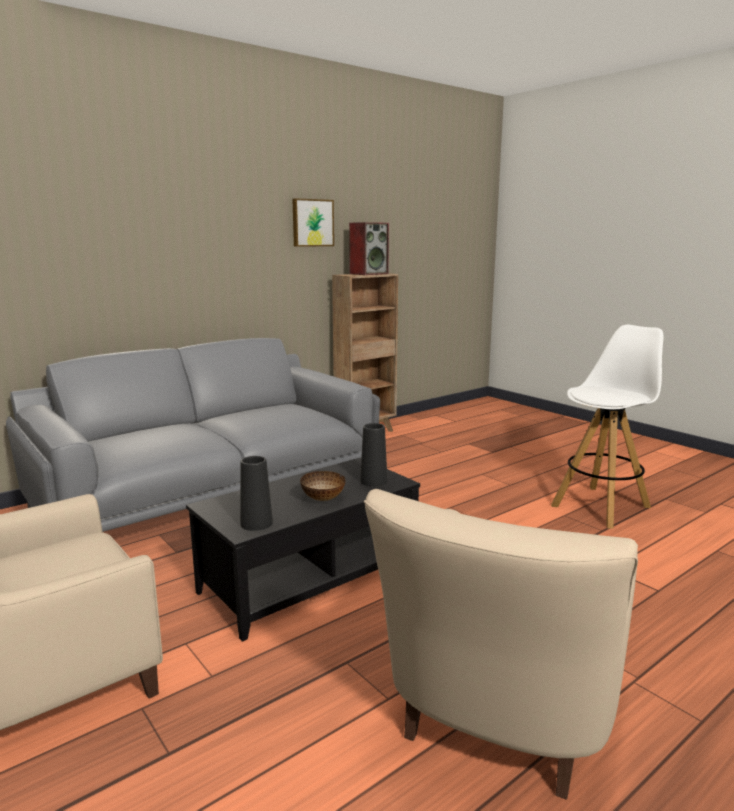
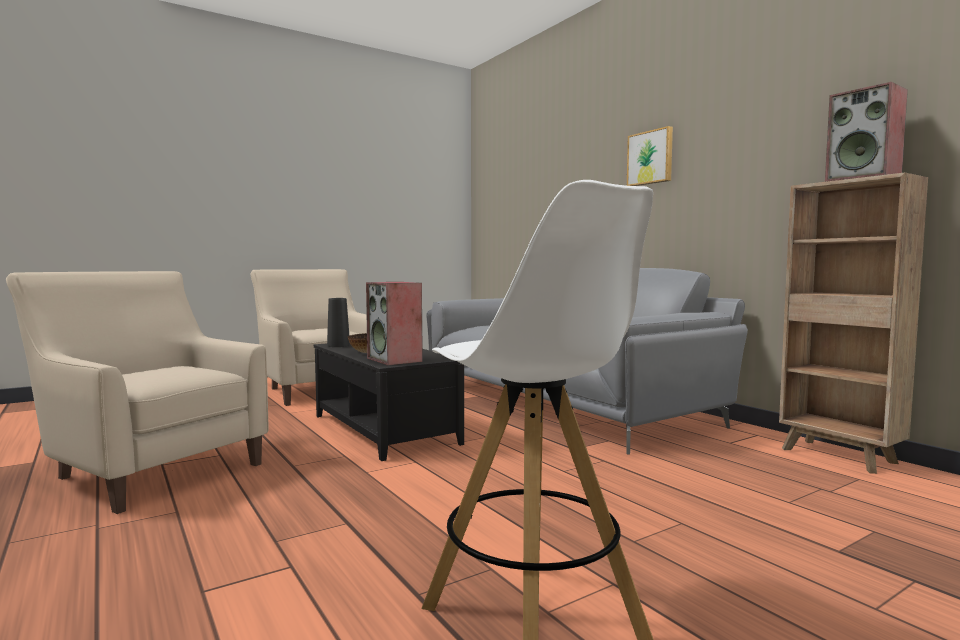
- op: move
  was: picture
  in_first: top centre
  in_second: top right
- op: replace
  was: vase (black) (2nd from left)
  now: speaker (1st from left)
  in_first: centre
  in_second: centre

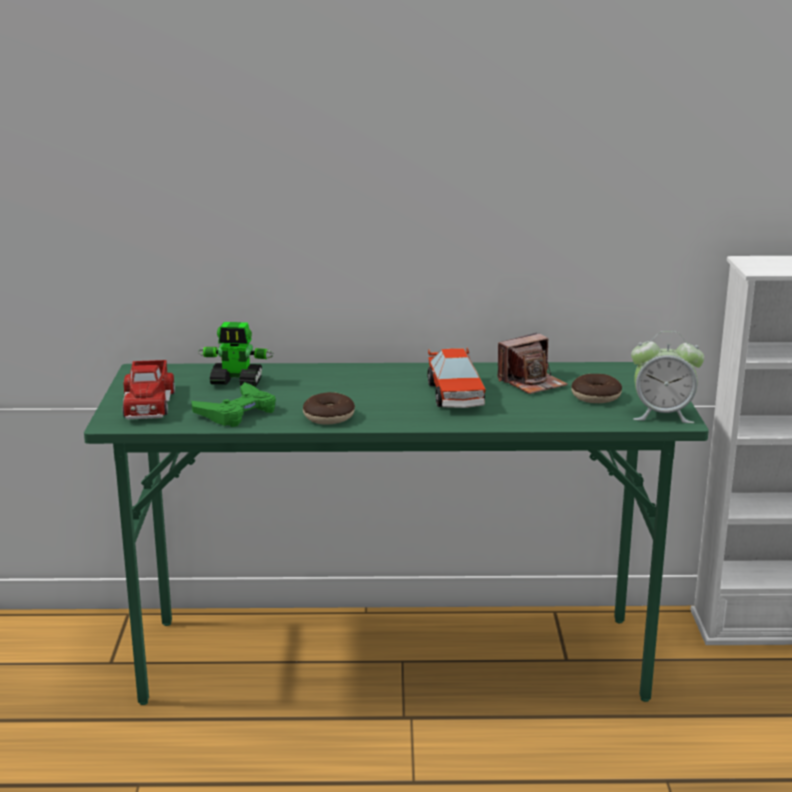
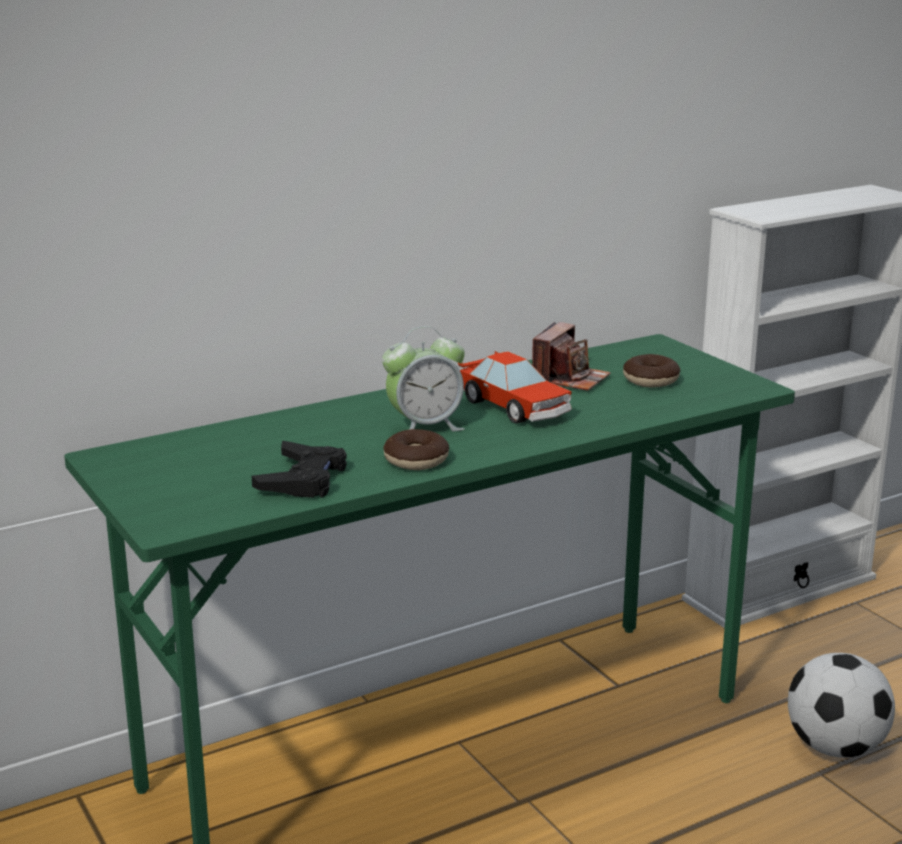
- op: delete
  was: toy truck
  in_first: middle left
- op: delete
  was: toy robot
  in_first: middle left
- op: insert
  now: football
  in_second: bottom right
- op: move
  was: alarm clock
  in_first: middle right
  in_second: centre
- op: recolor
  was: game controller (green)
  now: game controller (black)
  in_first: middle left
  in_second: middle left

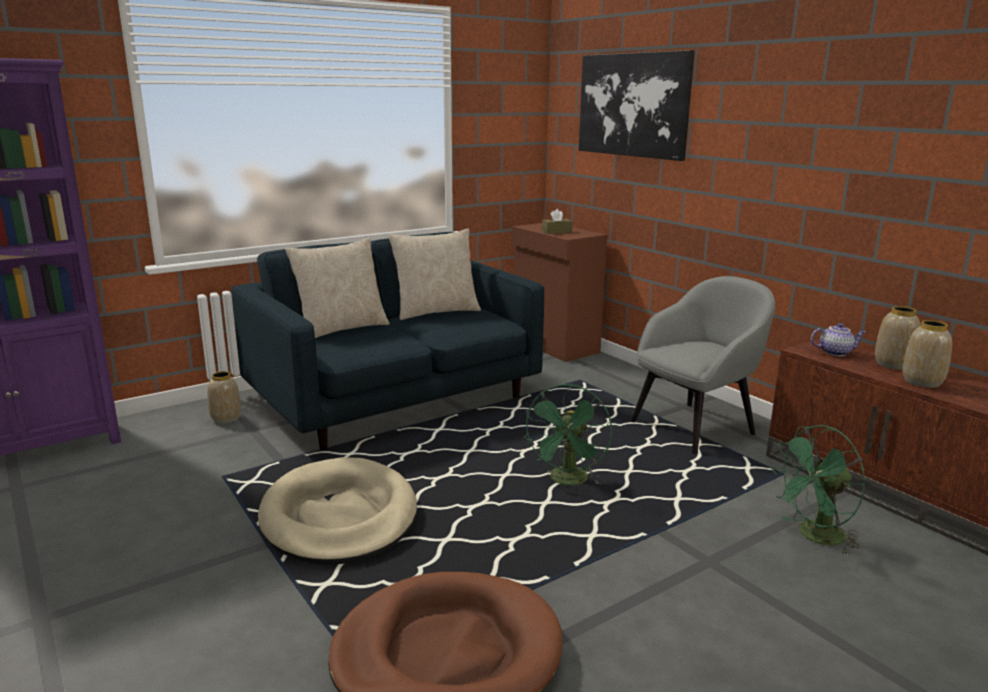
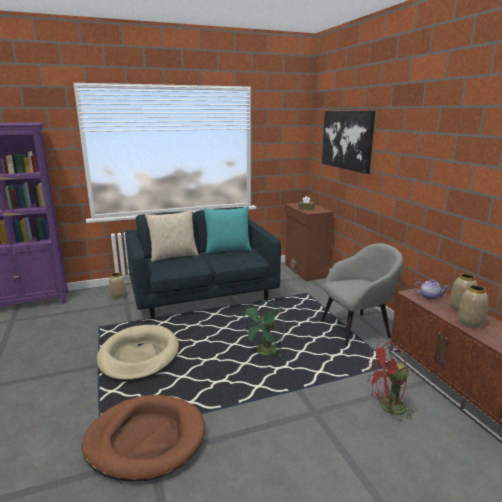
- op: recolor
  was: pillow (beige) (2nd from left)
  now: pillow (turquoise)
  in_first: centre
  in_second: centre
- op: recolor
  was: fan (green) (2nd from left)
  now: fan (red)
  in_first: bottom right
  in_second: bottom right

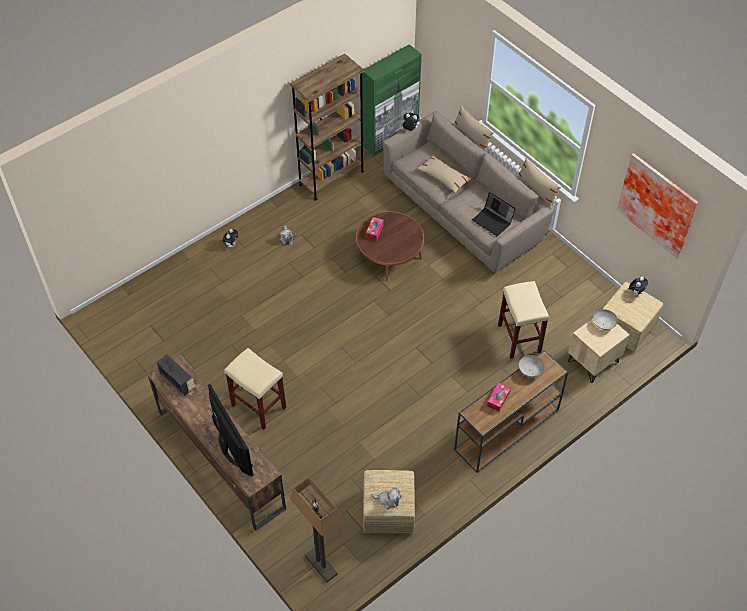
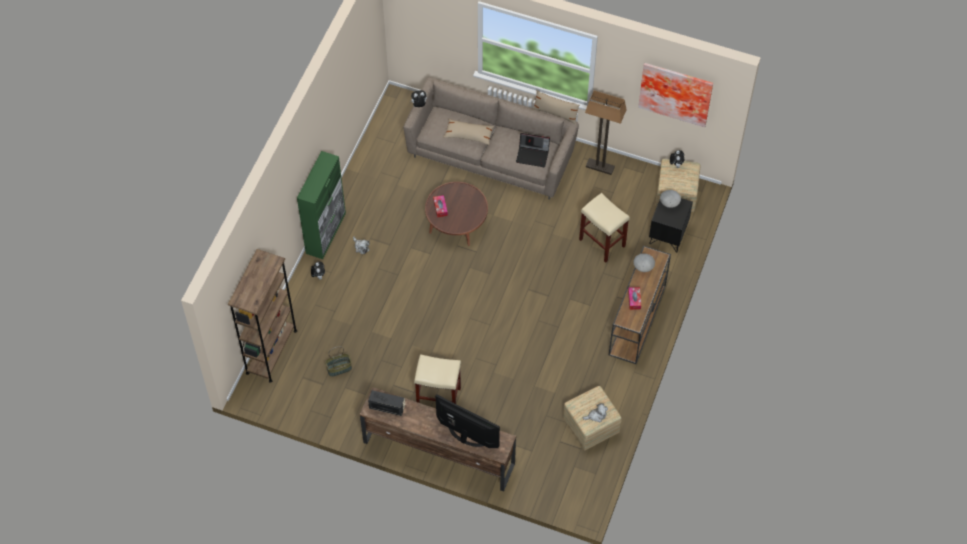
- op: delete
  was: pillow (beige) (2nd from left)
  in_first: top centre
- op: insert
  now: basket
  in_second: centre
- op: move
  was: bookcase (brown)
  in_first: top centre
  in_second: middle left
- op: move
  was: floor lamp
  in_first: bottom centre
  in_second: top centre
- op: move
  was: cabinet (green)
  in_first: top centre
  in_second: middle left
- op: recolor
  was: nightstand (beige)
  now: nightstand (black)
  in_first: middle right
  in_second: middle right

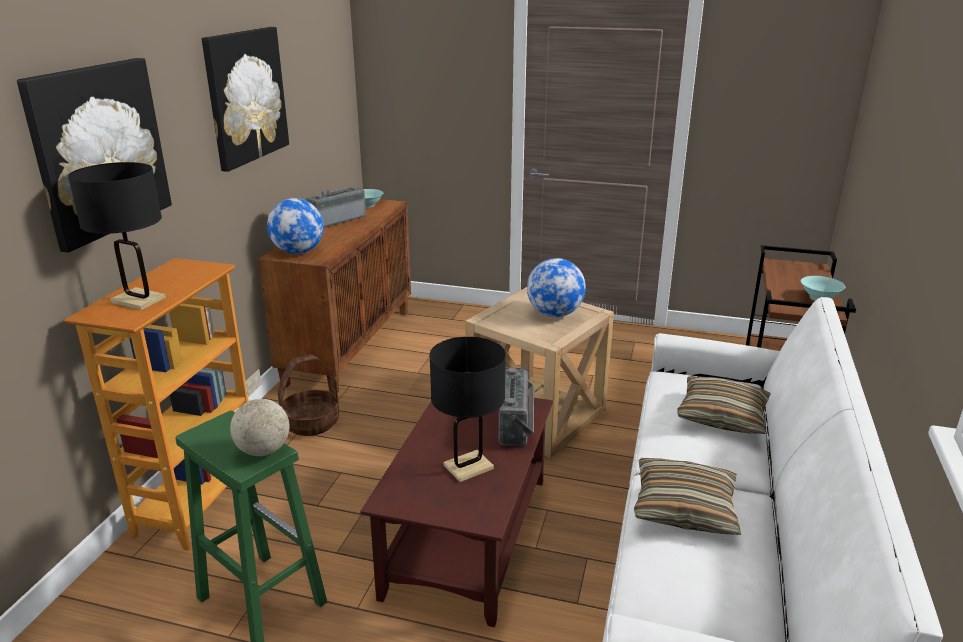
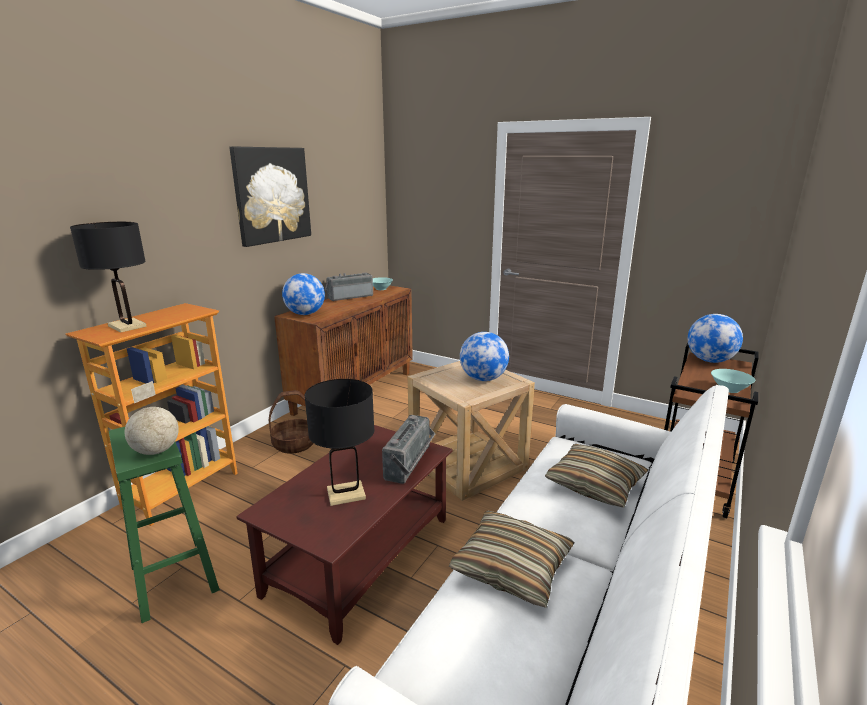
- op: delete
  was: picture (1st from left)
  in_first: top left
- op: insert
  now: globe (4th from left)
  in_second: middle right

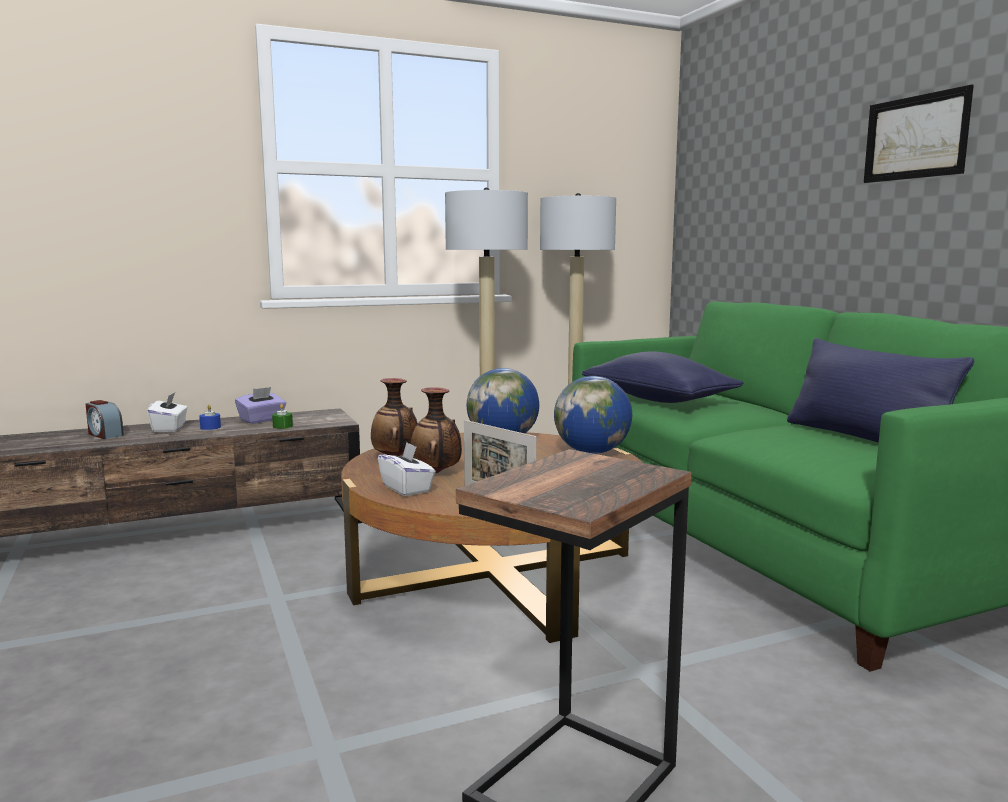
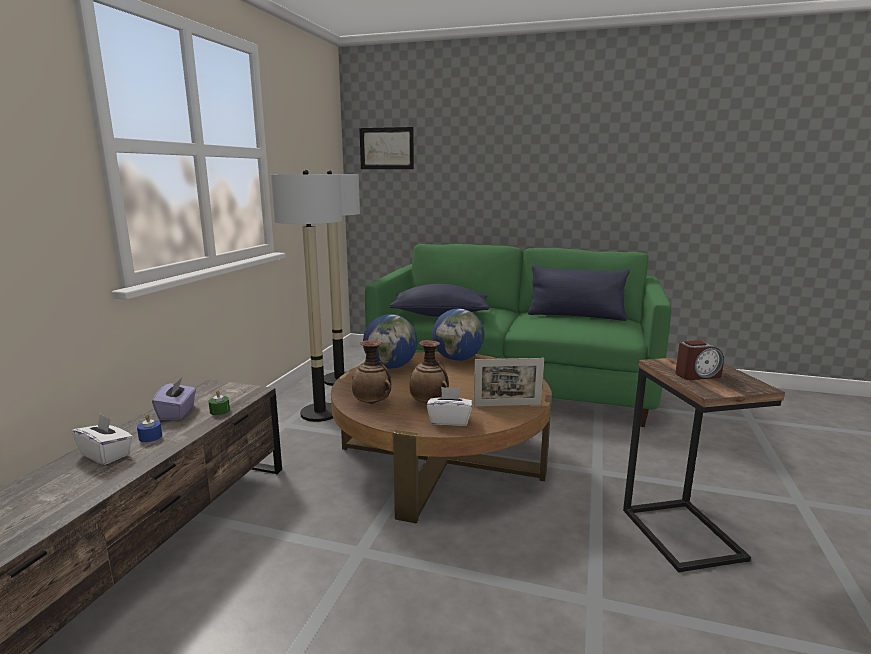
- op: move
  was: alarm clock
  in_first: middle left
  in_second: middle right
- op: move
  was: picture
  in_first: top right
  in_second: top centre

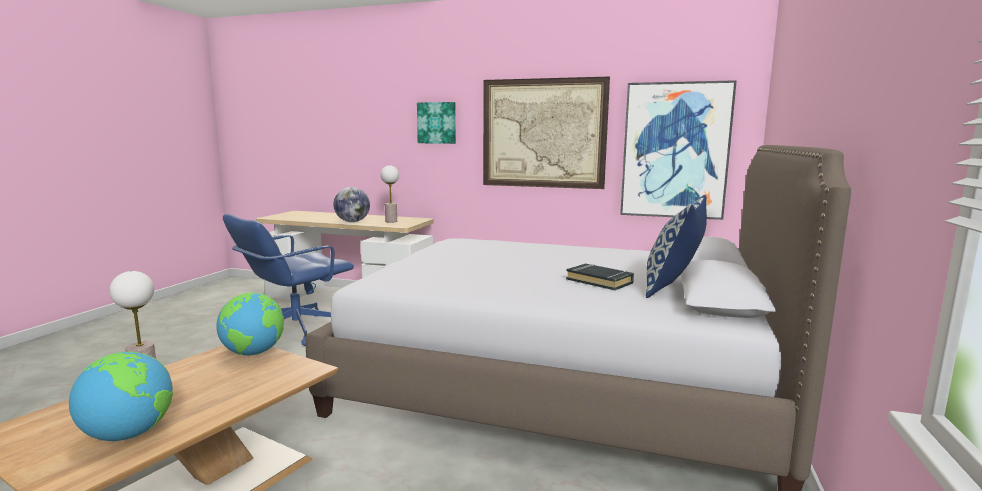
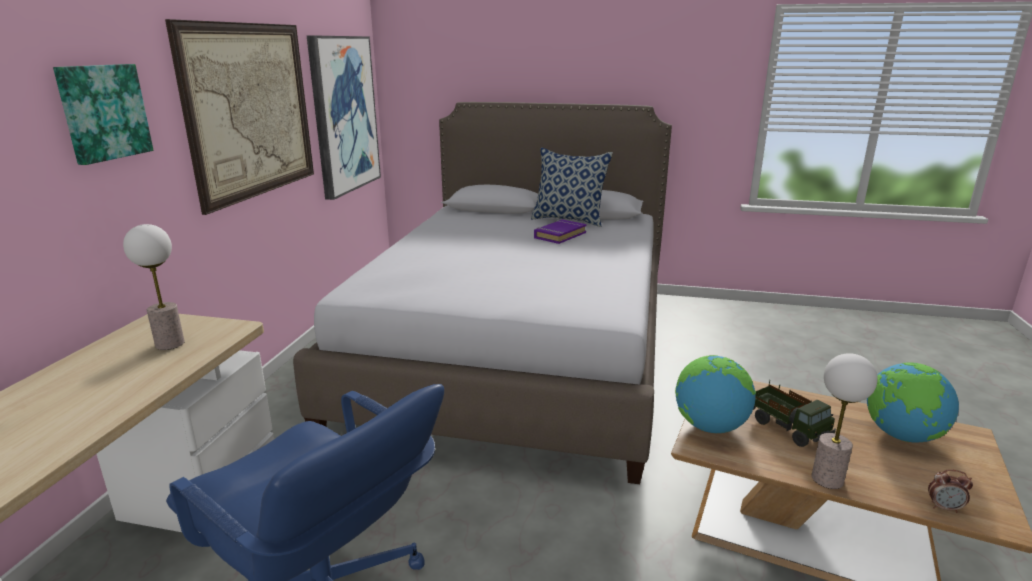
- op: delete
  was: globe (3rd from left)
  in_first: centre
- op: insert
  now: toy truck
  in_second: bottom right
- op: insert
  now: alarm clock
  in_second: bottom right
- op: recolor
  was: book (black)
  now: book (purple)
  in_first: centre
  in_second: centre

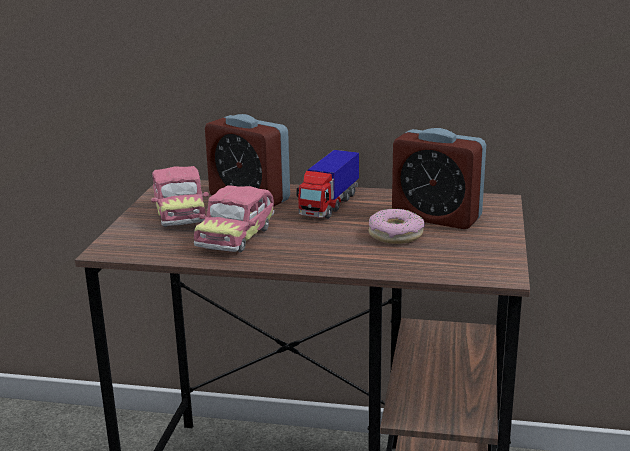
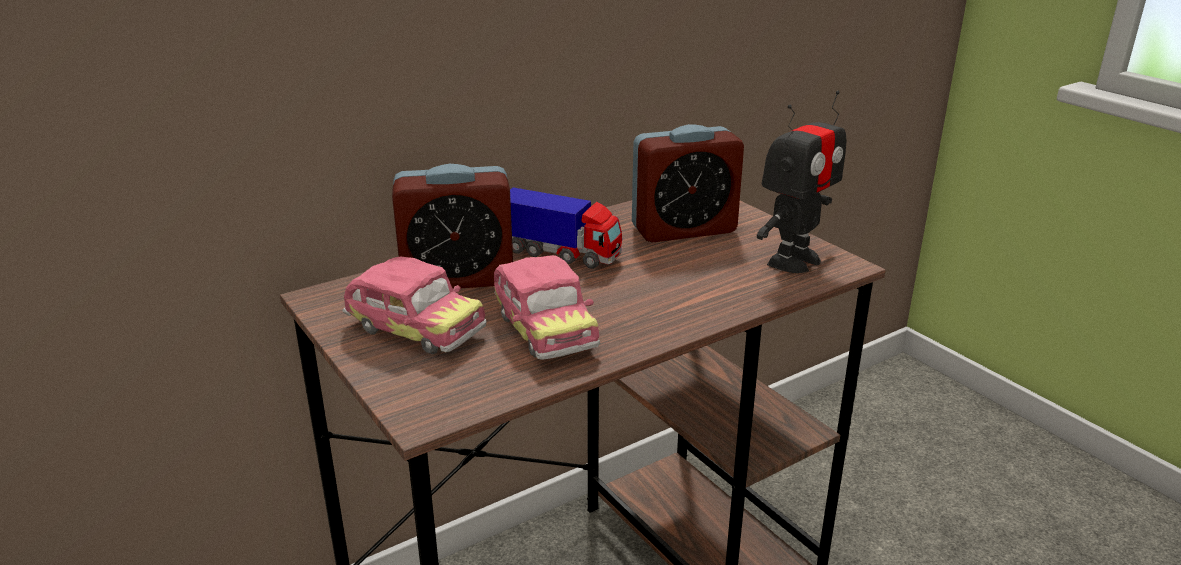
- op: delete
  was: donut
  in_first: centre
- op: insert
  now: toy robot
  in_second: top right
- op: rotate
  was: toy truck
  in_first: centre
  in_second: centre
  clockwise: -45

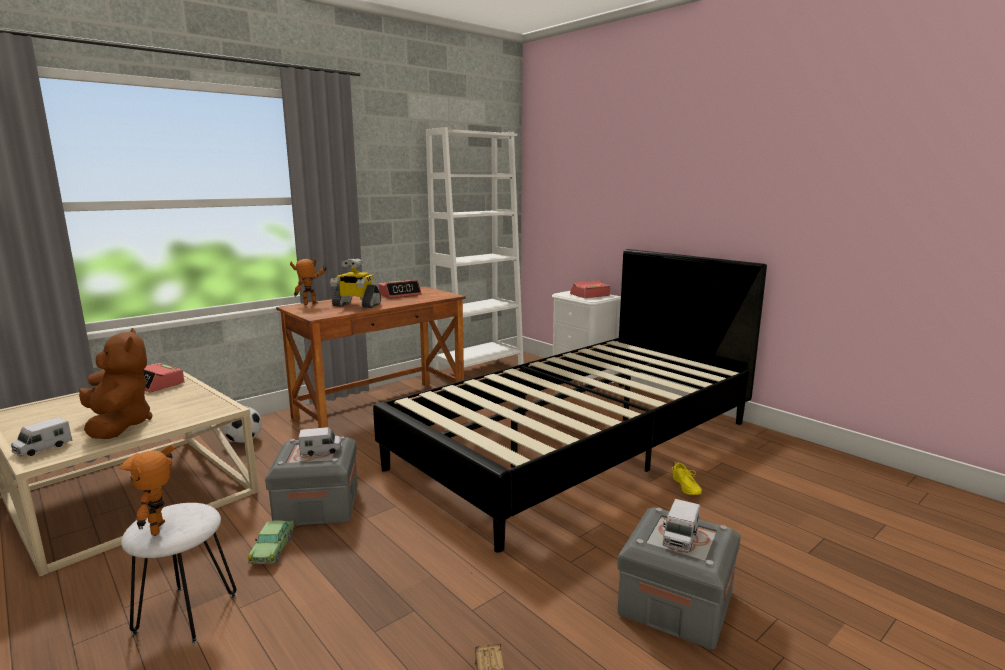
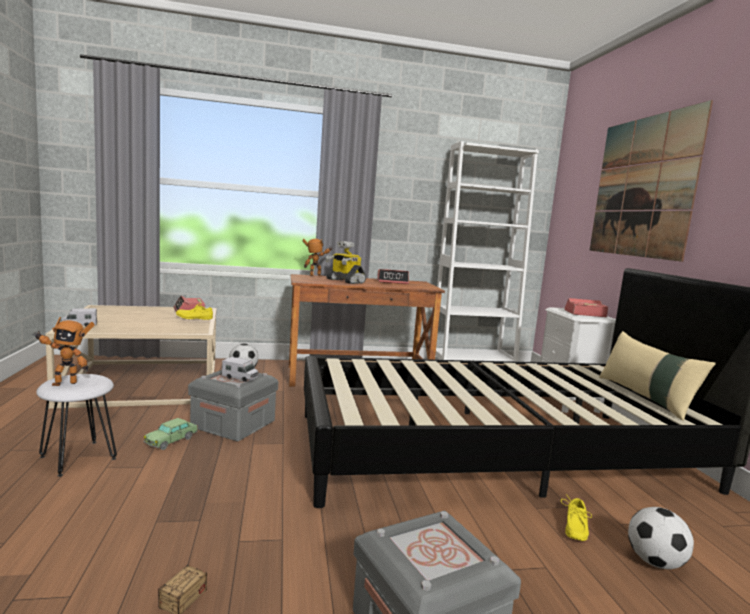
- op: delete
  was: plush toy (brown)
  in_first: middle left
- op: delete
  was: toy truck (3rd from left)
  in_first: bottom right
- op: insert
  now: shoe (yellow) (1st from left)
  in_second: middle left
- op: insert
  now: picture
  in_second: top right
- op: insert
  now: pillow (beige)
  in_second: middle right
- op: insert
  now: football (2nd from left)
  in_second: bottom right
- op: rotate
  was: toy robot (1st from left)
  in_first: bottom left
  in_second: middle left
  clockwise: -135

